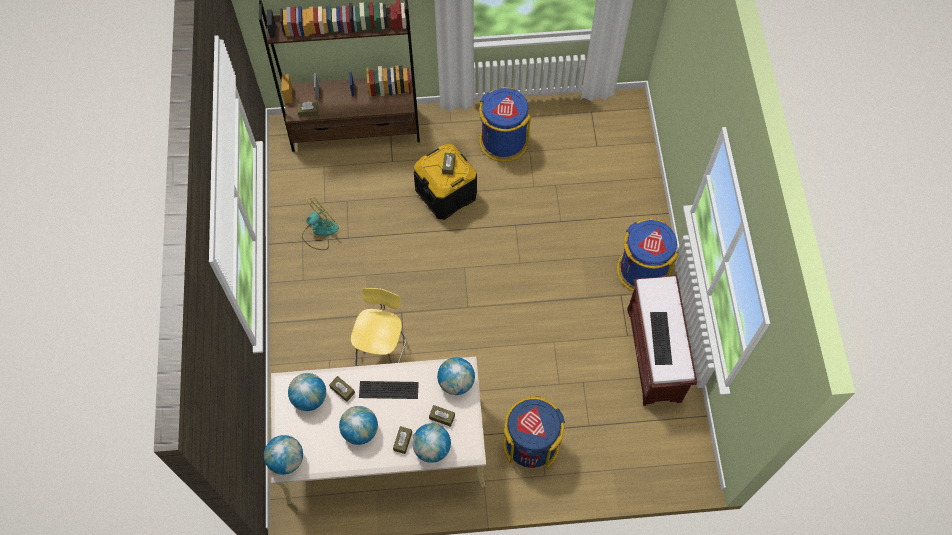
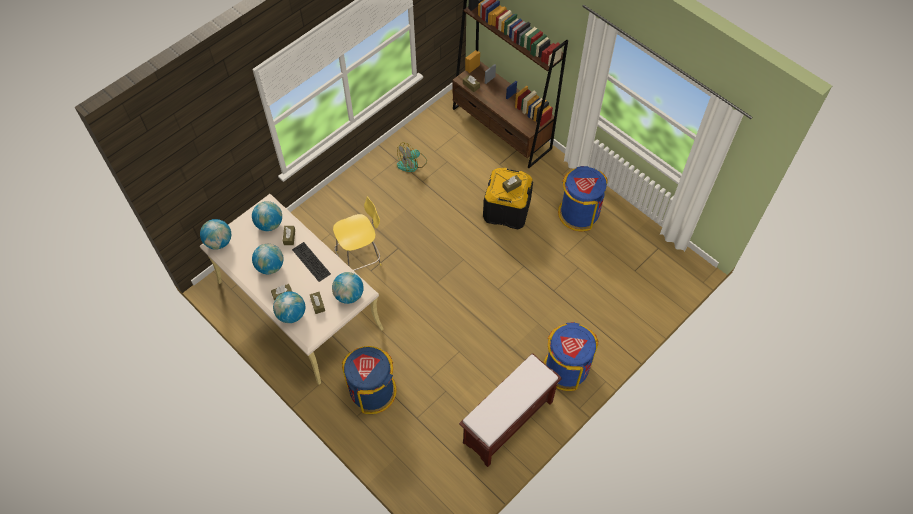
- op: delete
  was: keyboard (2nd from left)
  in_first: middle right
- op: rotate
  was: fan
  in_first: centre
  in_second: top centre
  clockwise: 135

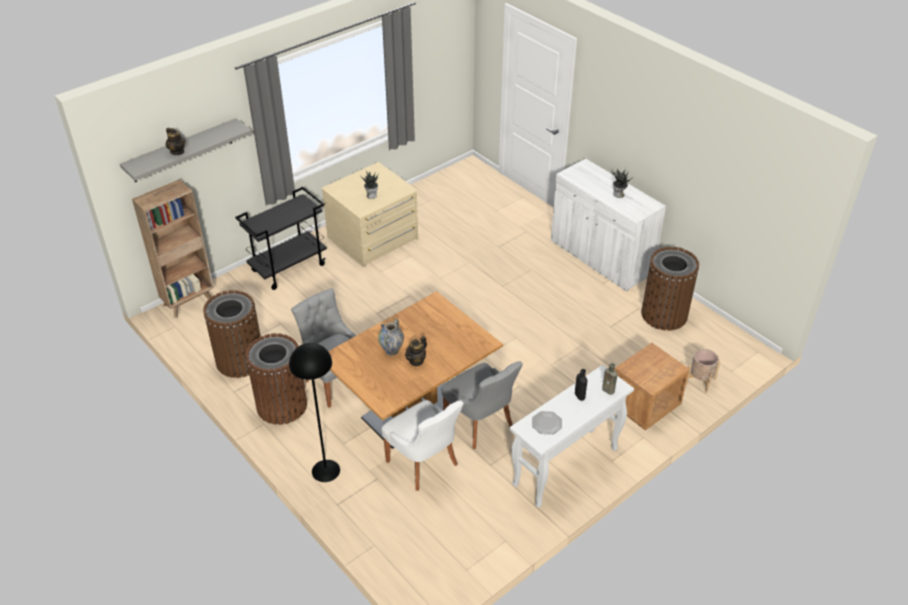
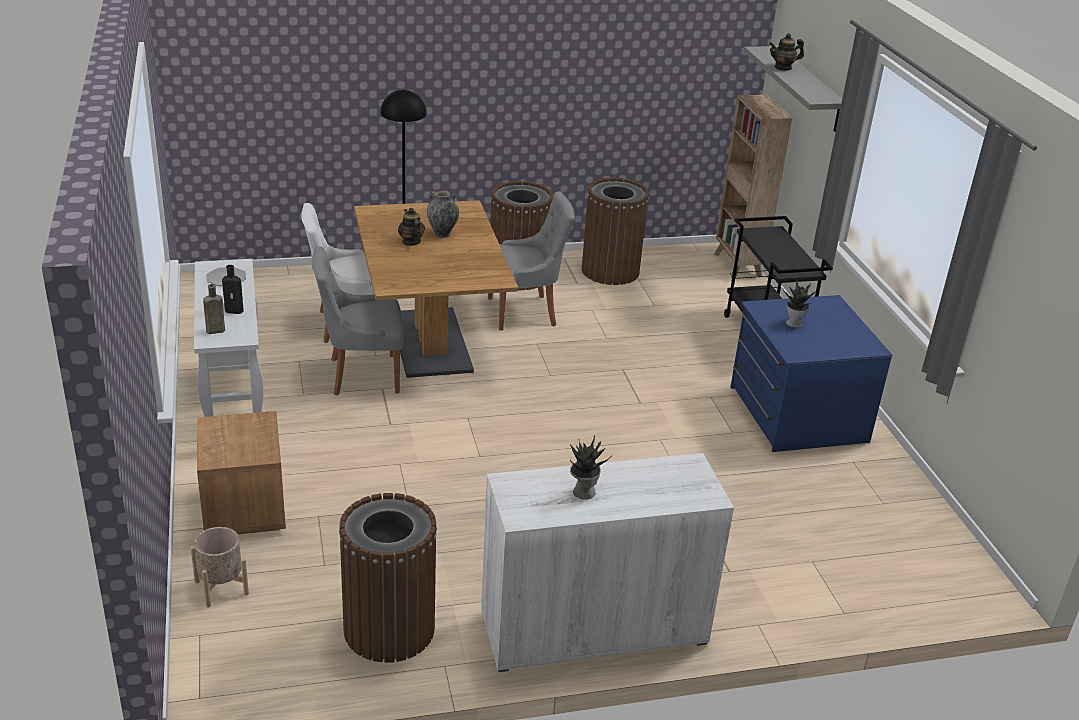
- op: recolor
  was: dresser (beige)
  now: dresser (blue)
  in_first: centre
  in_second: middle right

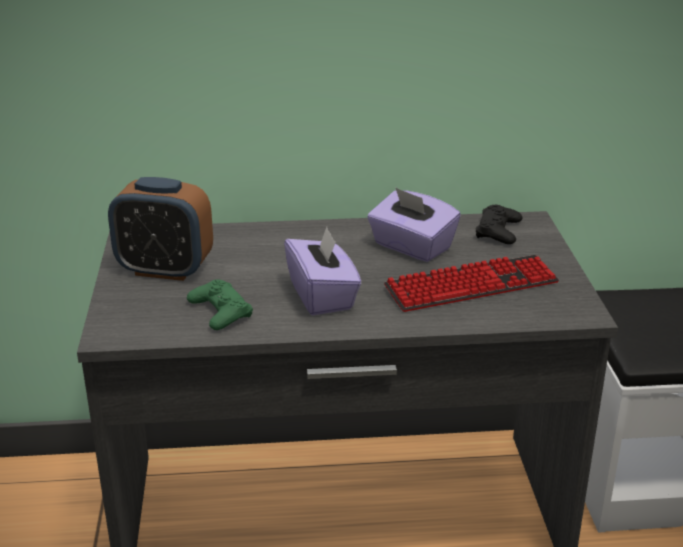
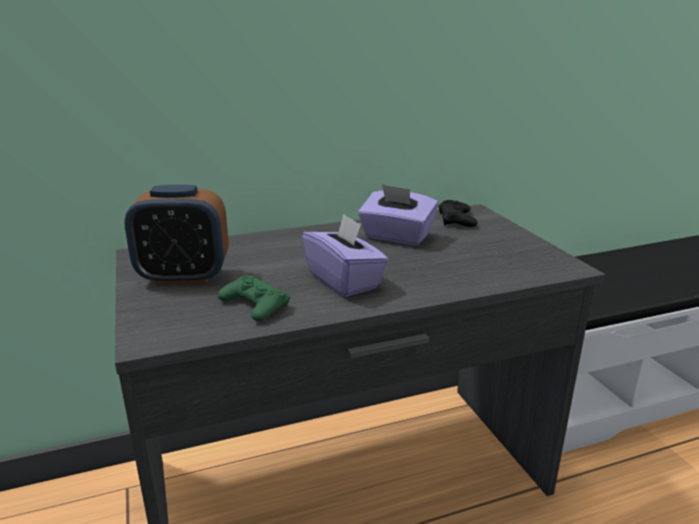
- op: delete
  was: keyboard
  in_first: middle right

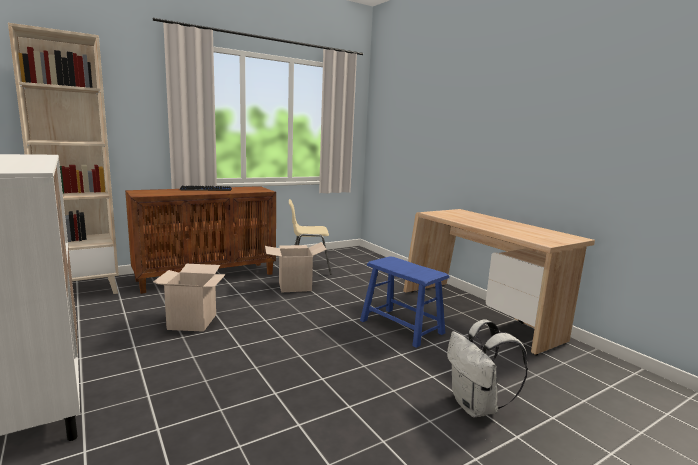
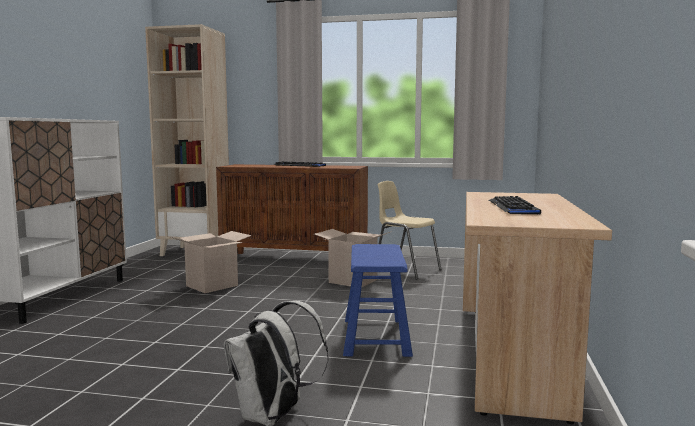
- op: insert
  now: keyboard (2nd from left)
  in_second: middle right

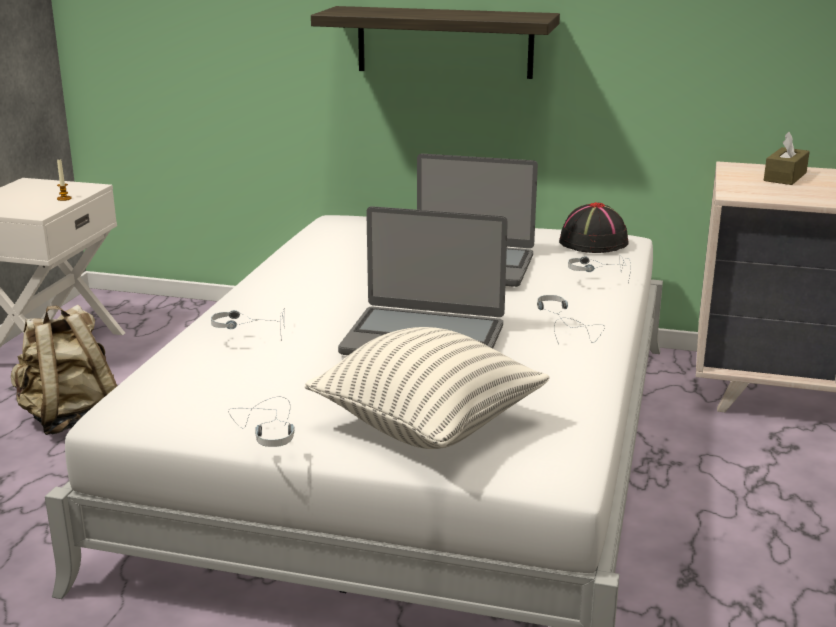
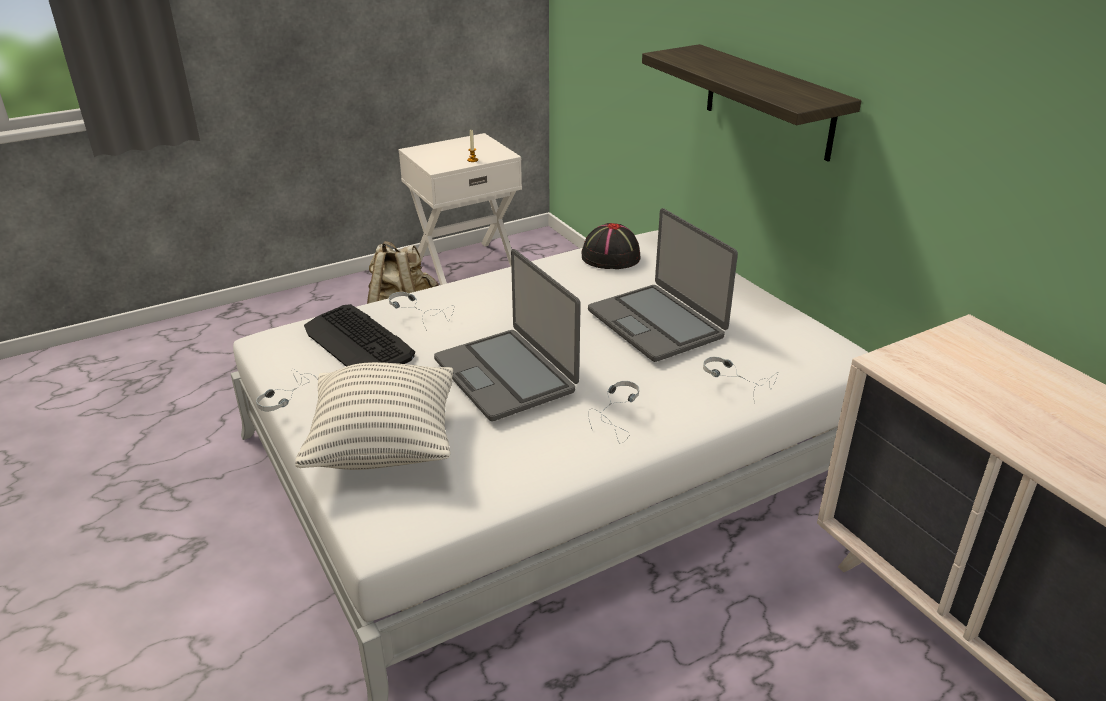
- op: delete
  was: tissue box (brown)
  in_first: top right
- op: insert
  now: keyboard
  in_second: middle left
- op: move
  was: hat (black)
  in_first: middle right
  in_second: centre

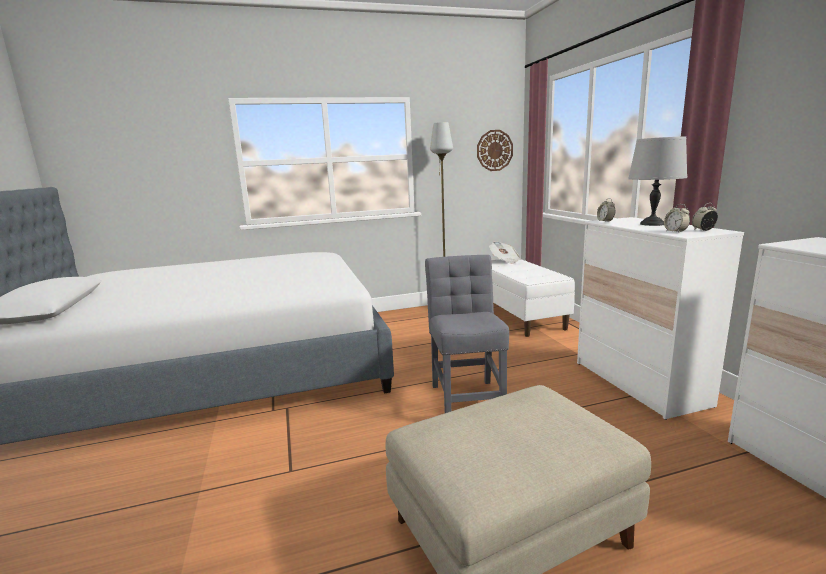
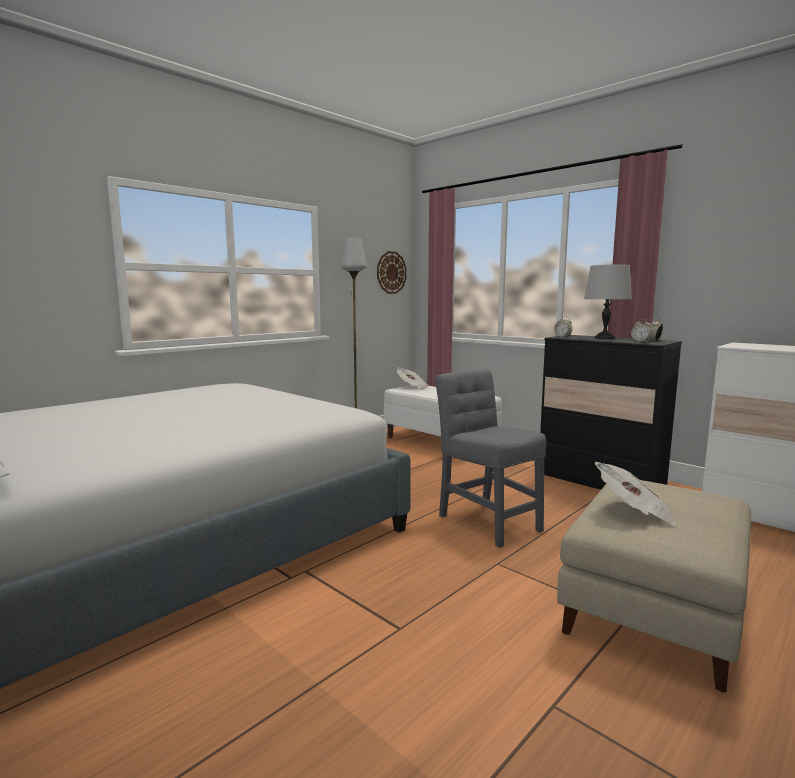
- op: insert
  now: newspaper (2nd from left)
  in_second: middle right
- op: recolor
  was: dresser (white) (1st from left)
  now: dresser (black)
  in_first: middle right
  in_second: middle right

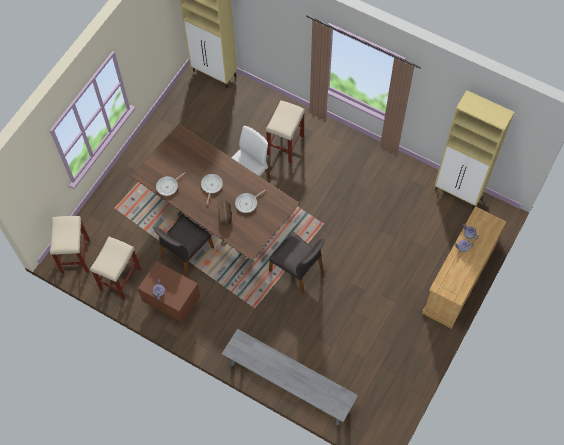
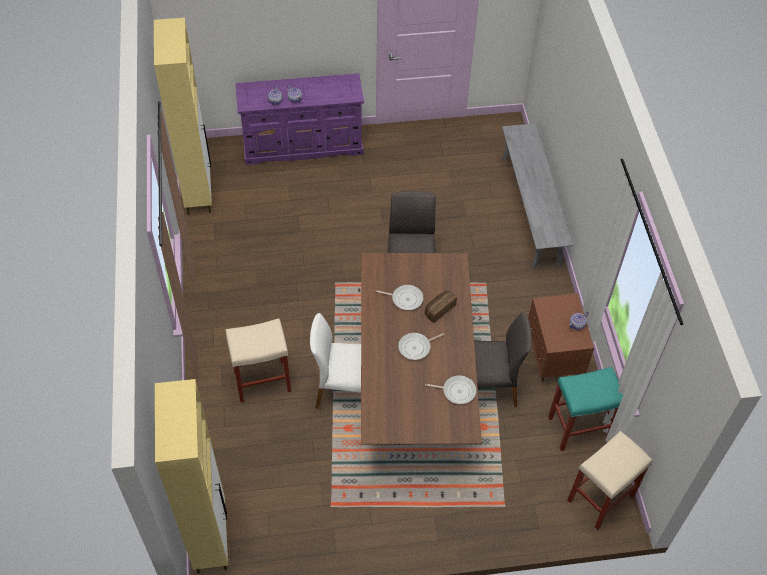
- op: recolor
  was: stool (beige) (2nd from left)
  now: stool (turquoise)
  in_first: middle left
  in_second: bottom right
- op: recolor
  was: dresser (beige)
  now: dresser (purple)
  in_first: middle right
  in_second: top centre

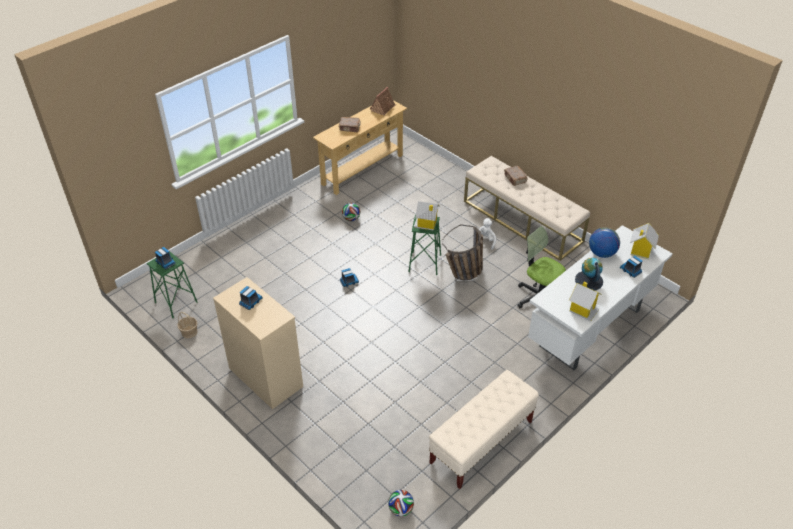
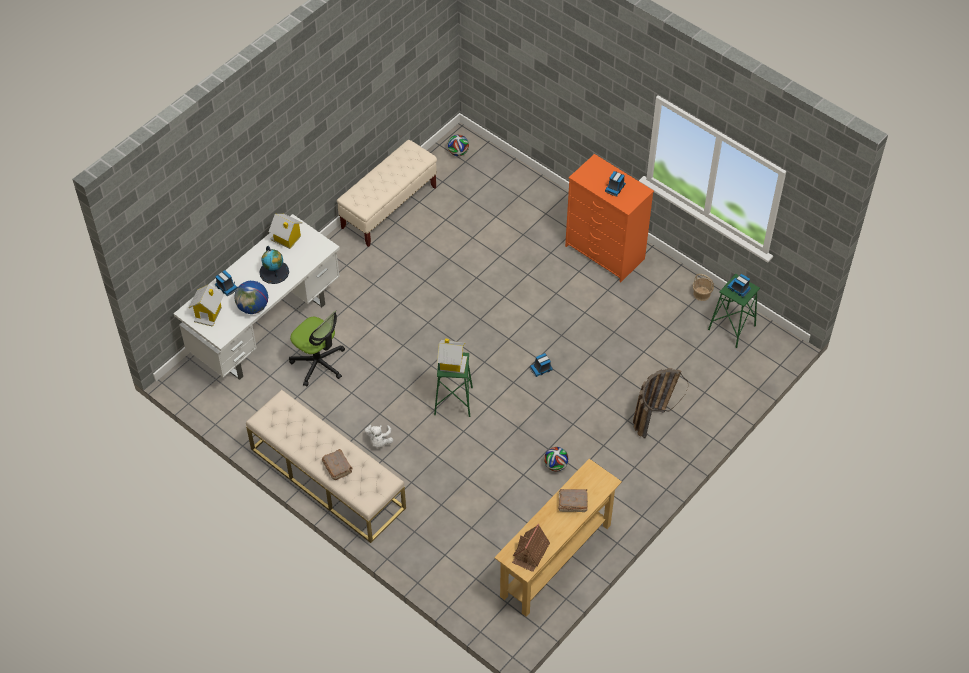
- op: move
  was: basket (2nd from left in the first image)
  now: basket (1st from left)
  in_first: centre
  in_second: middle right
- op: recolor
  was: dresser (beige)
  now: dresser (orange)
  in_first: middle left
  in_second: top centre

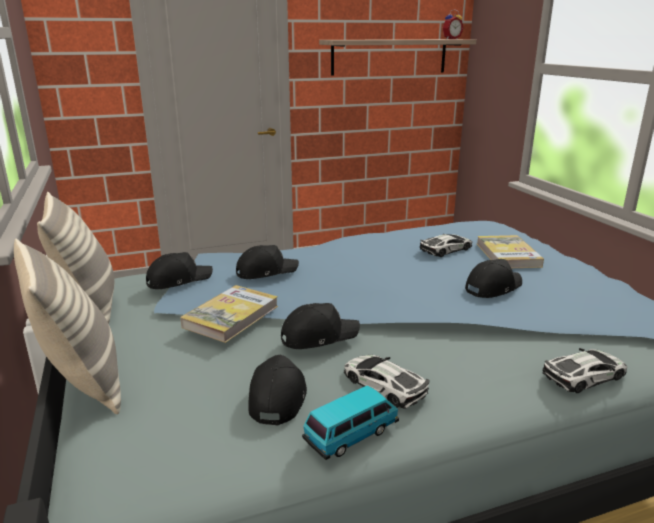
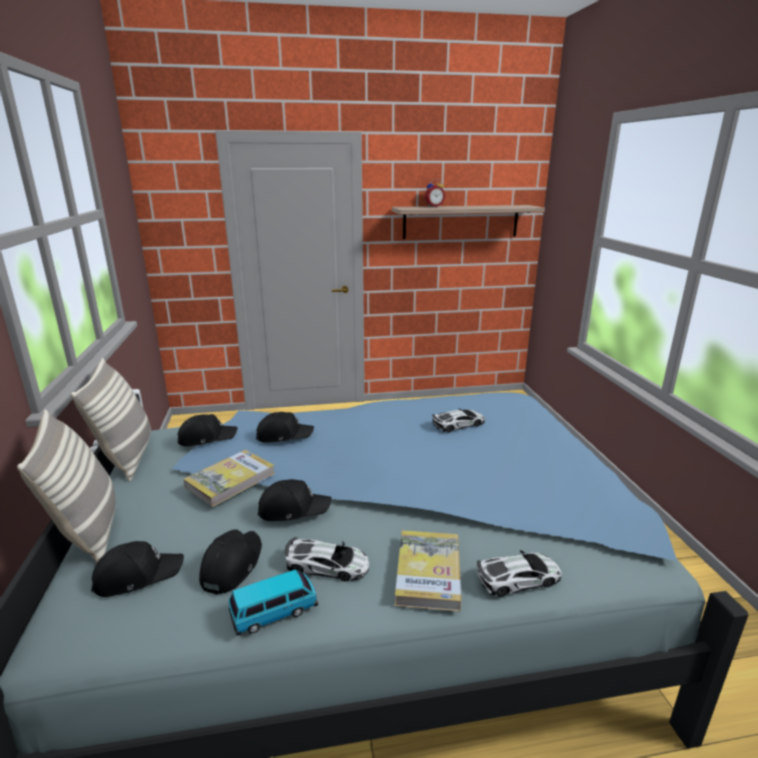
- op: move
  was: alarm clock
  in_first: top right
  in_second: top centre
- op: move
  was: cap (black) (5th from left in the first image)
  now: cap (black) (1st from left)
  in_first: middle right
  in_second: bottom left
- op: move
  was: book (2nd from left)
  in_first: middle right
  in_second: bottom centre
- op: rotate
  was: toy car (2nd from left)
  in_first: bottom centre
  in_second: bottom centre
  clockwise: 135

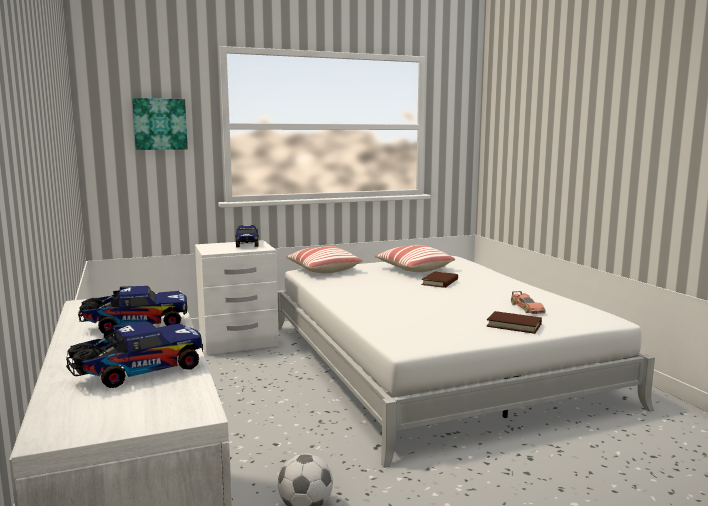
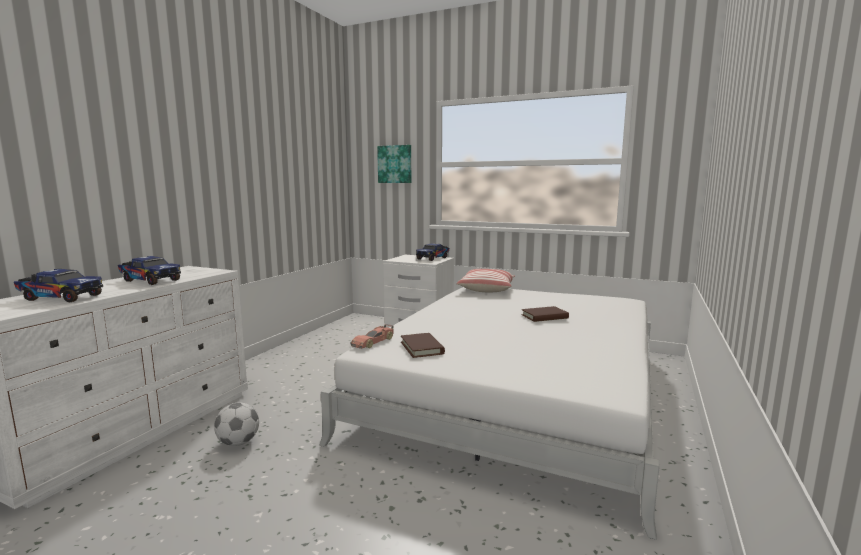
- op: delete
  was: pillow (2nd from left)
  in_first: centre
- op: move
  was: book (brown) (2nd from left in the first image)
  now: book (brown) (1st from left)
  in_first: middle right
  in_second: centre
- op: move
  was: toy car
  in_first: middle right
  in_second: centre

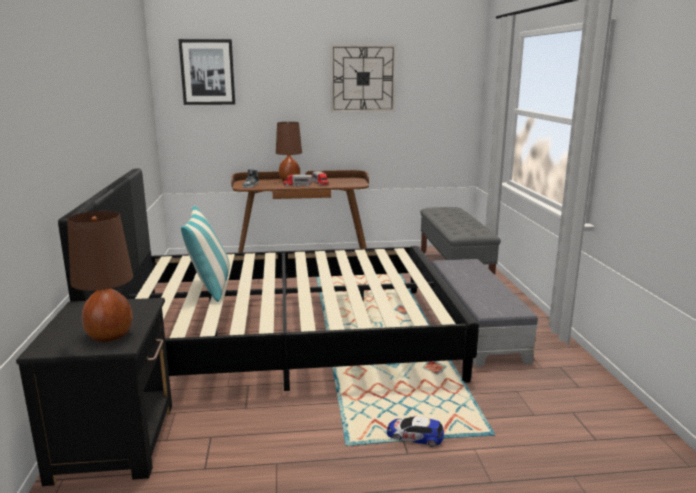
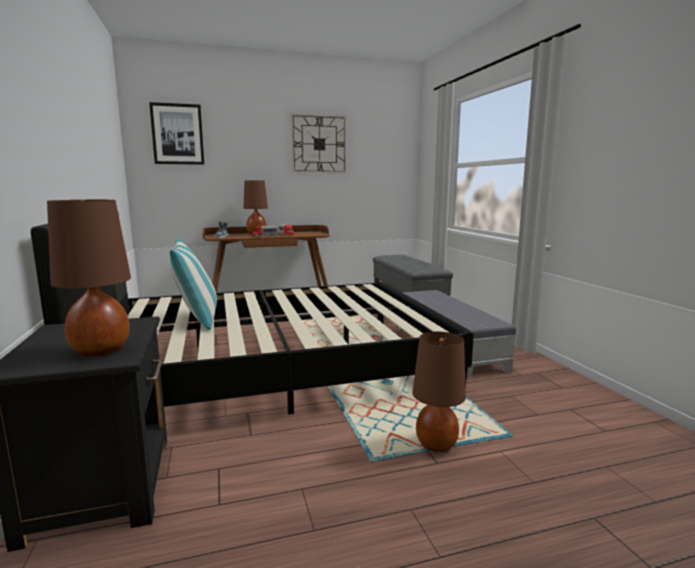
- op: replace
  was: toy car
  now: table lamp (brown) (3rd from left)
  in_first: bottom centre
  in_second: bottom centre

